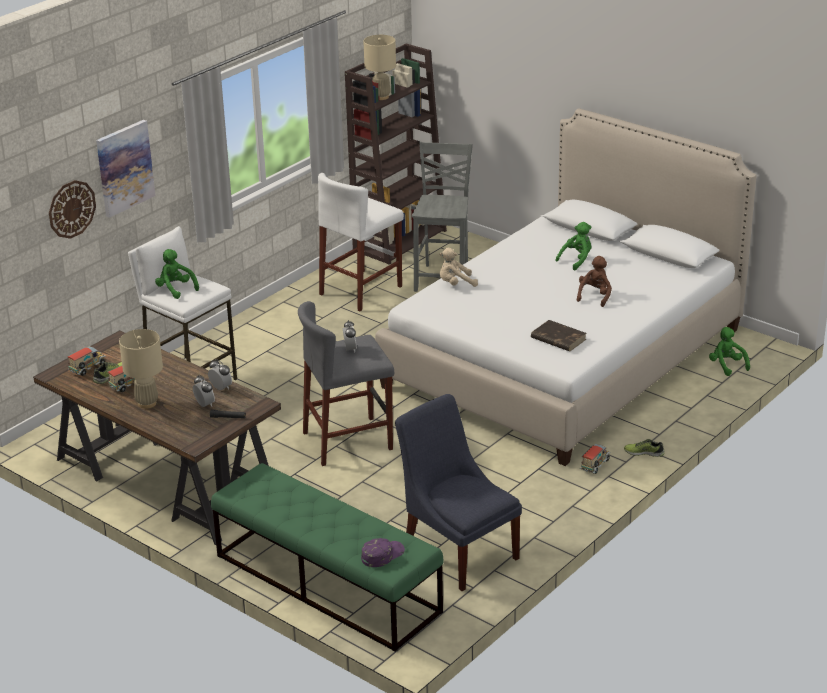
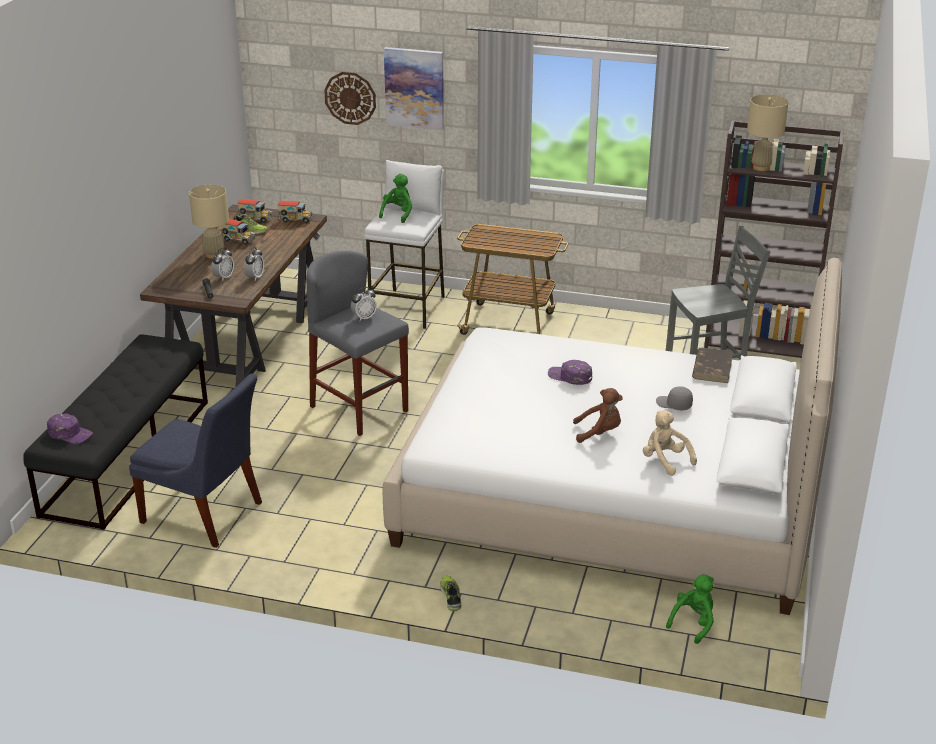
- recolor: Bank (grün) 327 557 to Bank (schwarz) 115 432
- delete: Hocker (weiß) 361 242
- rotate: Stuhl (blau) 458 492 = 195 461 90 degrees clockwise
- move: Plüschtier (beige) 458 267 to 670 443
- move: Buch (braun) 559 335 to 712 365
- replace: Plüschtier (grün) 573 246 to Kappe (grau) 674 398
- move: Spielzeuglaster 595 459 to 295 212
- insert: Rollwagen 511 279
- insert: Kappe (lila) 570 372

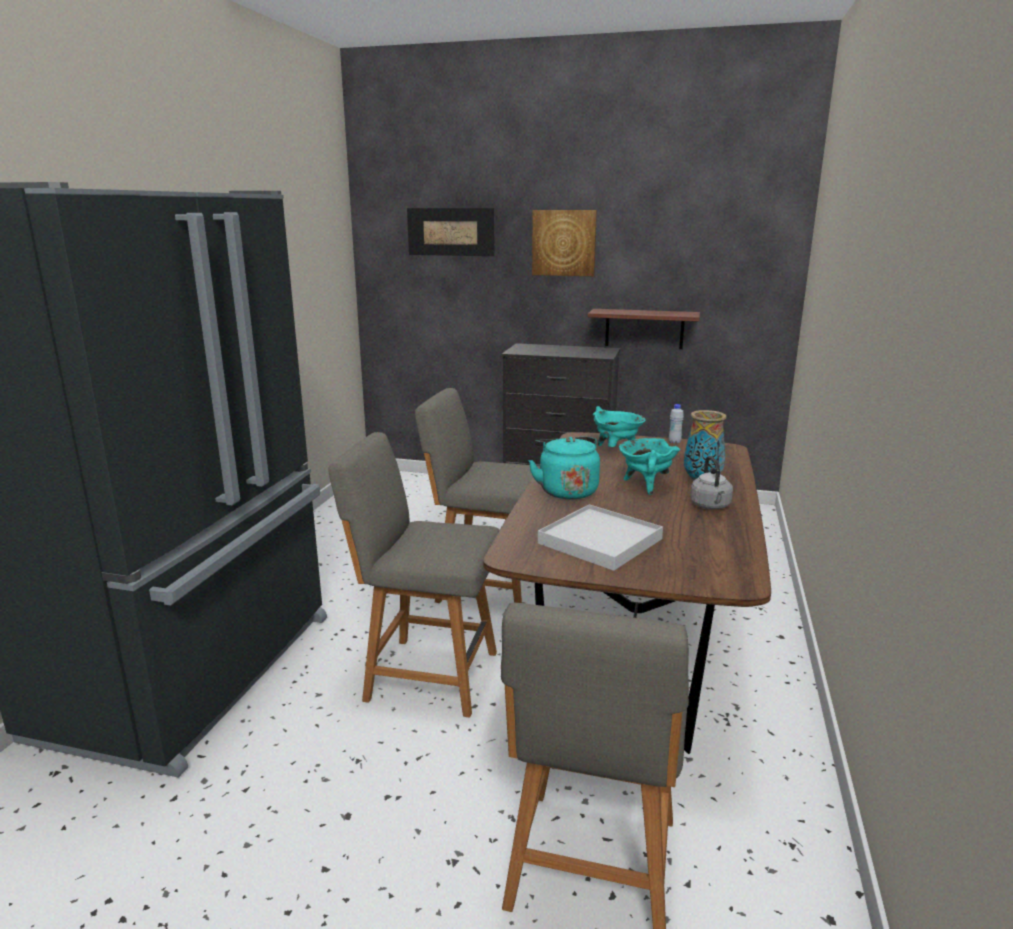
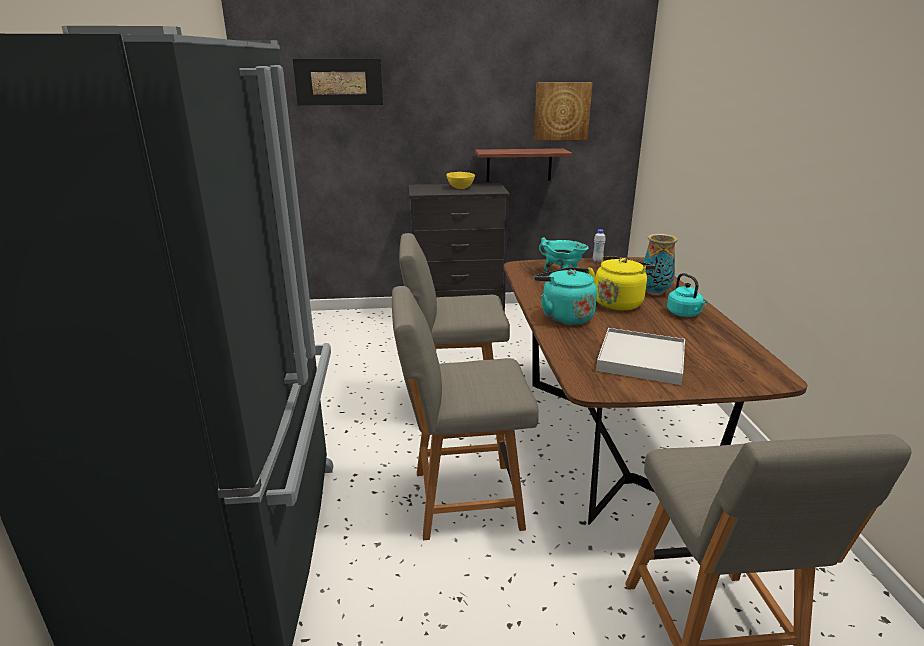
- move: Bild 564 243 to 563 111
- replace: Kochtopf (türkis) 649 466 to Wasserkessel (gelb) 621 283
- recolor: Wasserkessel (grau) 711 482 to Wasserkessel (türkis) 687 295
- insert: Schüssel (gelb) 460 180

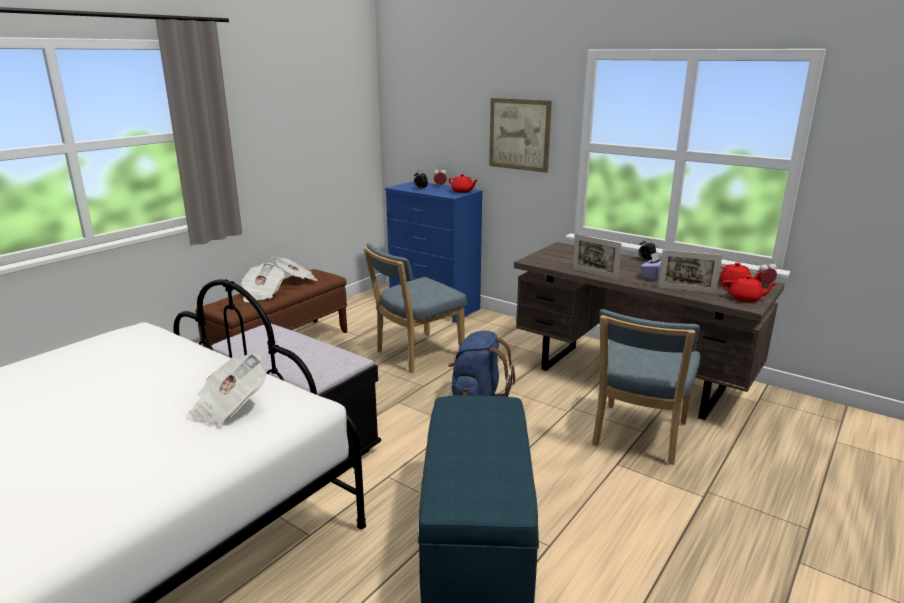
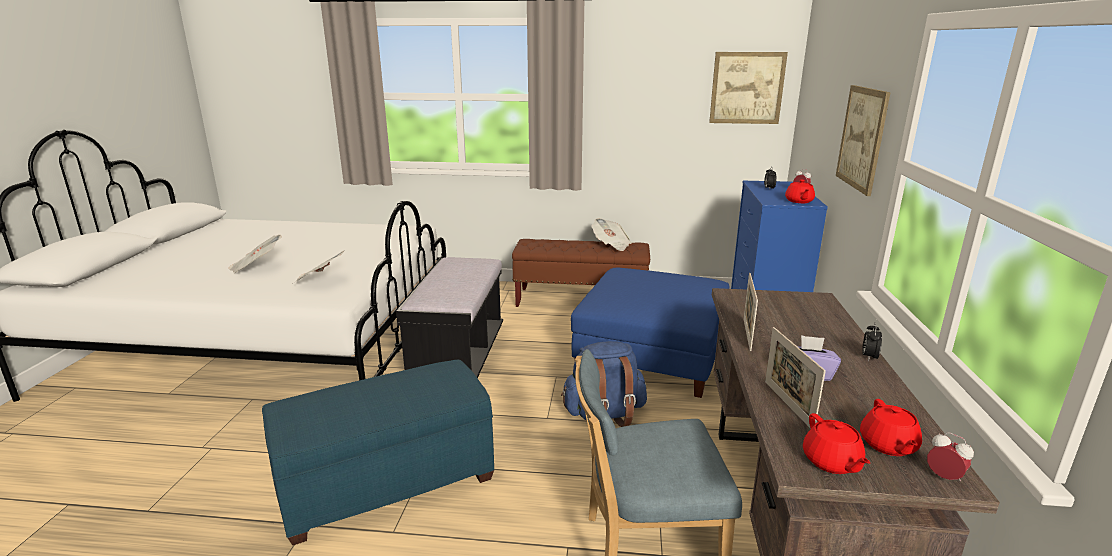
- move: Zeitung 263 282 to 255 254
- replace: Stuhl (blau) 415 307 to Polsterhocker (blau) 650 333
- insert: Bild 748 88

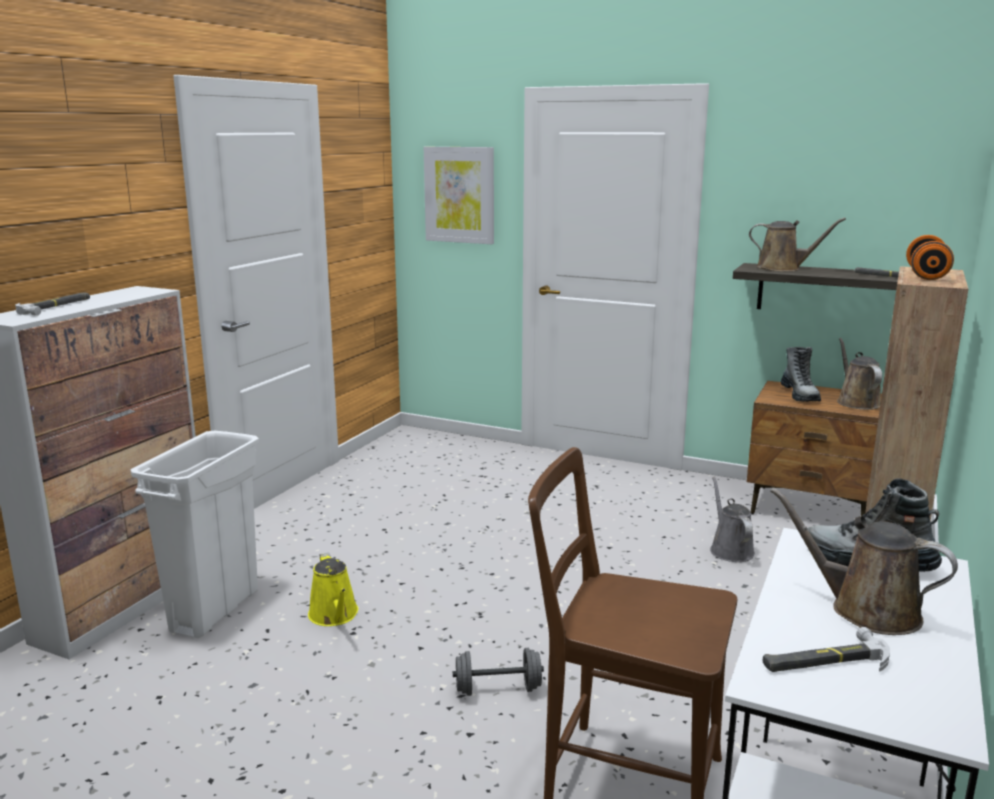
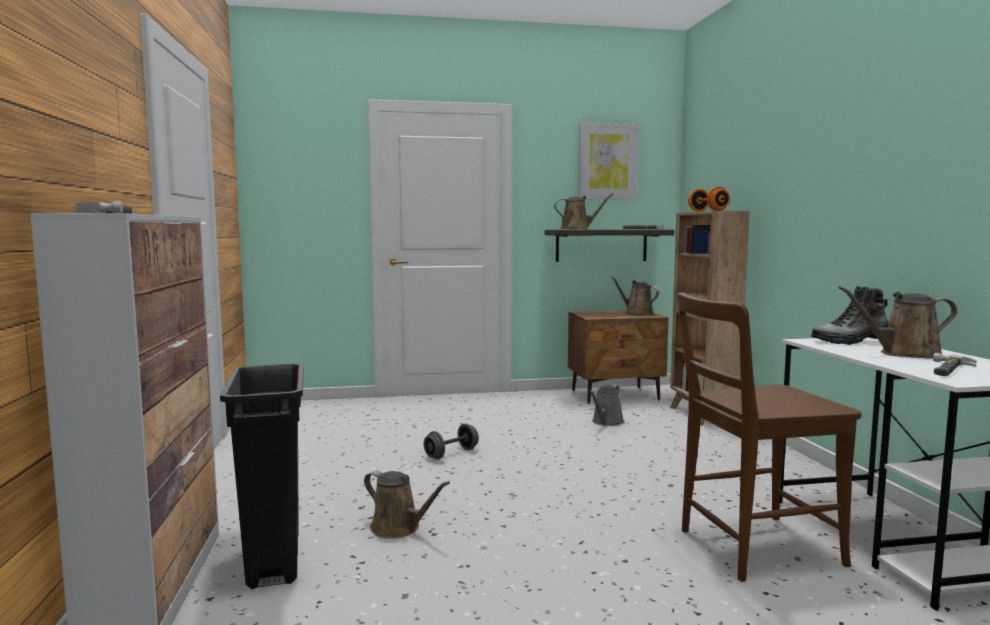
- recolor: Mülleimer (weiß) 194 534 to Mülleimer (schwarz) 262 476
- recolor: Gießkanne (gelb) 333 589 to Gießkanne (braun) 407 504
- move: Bild 459 195 to 608 161
- move: Hantel (grau) 498 672 to 451 441
- rotate: Gießkanne (grau) 732 519 = 606 405 105 degrees counterclockwise
- delete: Stiefel 801 374

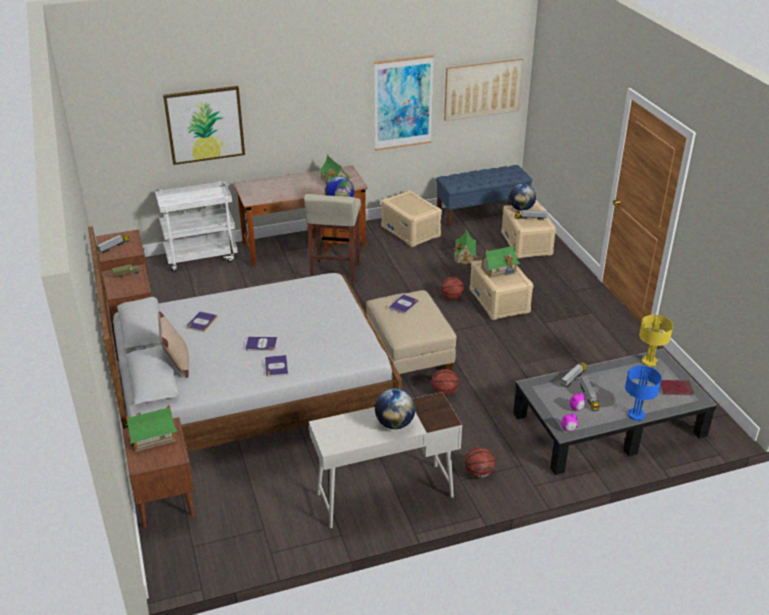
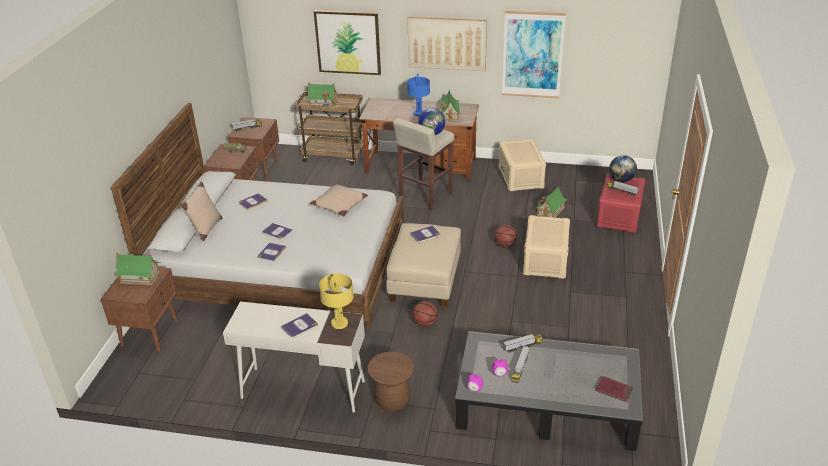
- recolor: Rollwagen (weiß) 196 226 to Rollwagen (braun) 329 128
- replace: Globus 395 408 to Buch 299 325
- delete: Bank (blau) 484 196
- move: Bild 483 90 to 447 44
- replace: Basketball 480 463 to Hocker (braun) 391 382
- move: Spielzeughaus 499 261 to 322 94
- recolor: Aufbewahrungsbox (beige) 528 231 to Aufbewahrungsbox (rot) 620 203
- move: Tischlampe (blau) 643 393 to 418 94
- move: Tischlampe (gelb) 656 340 to 336 301
- insert: Kissen (beige) 339 200

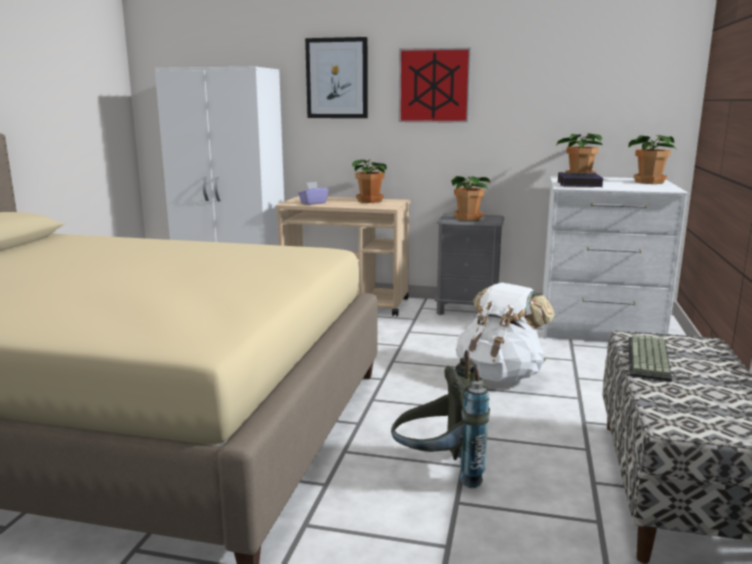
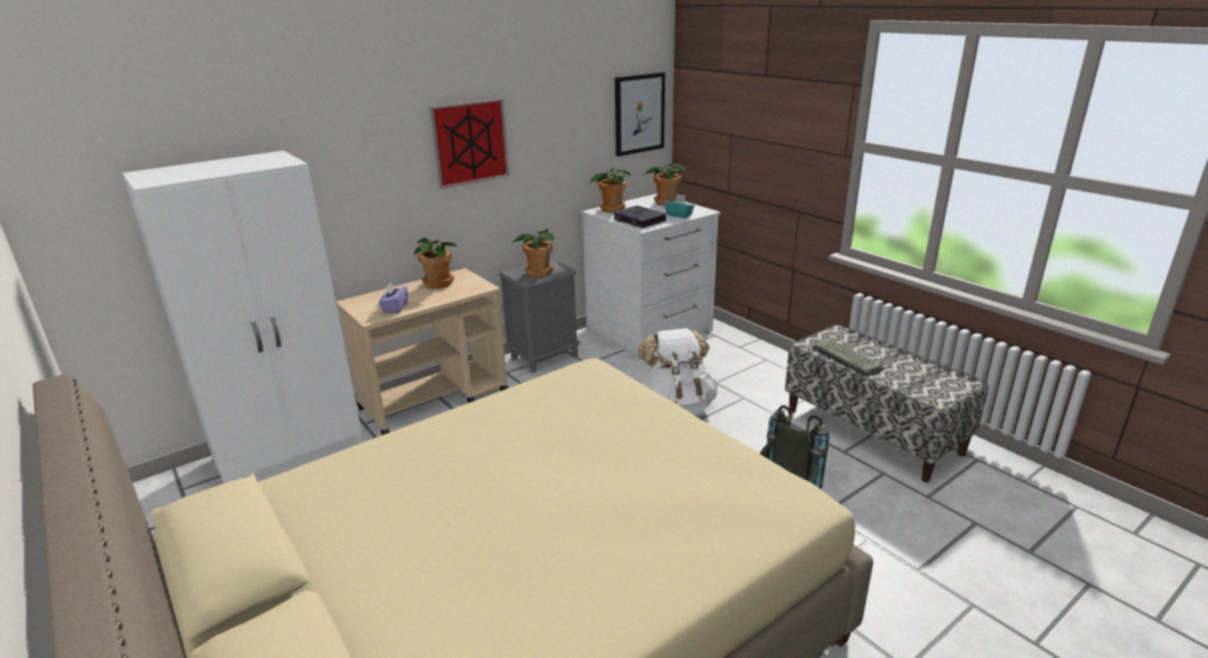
- move: Bild 336 77 to 640 114
- insert: Taschentuchbox (türkis) 679 206

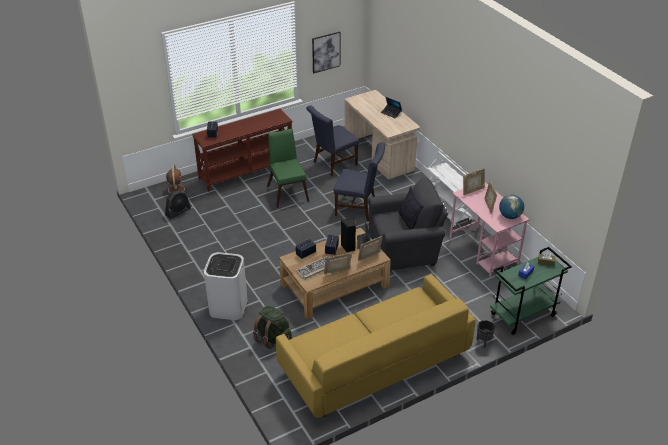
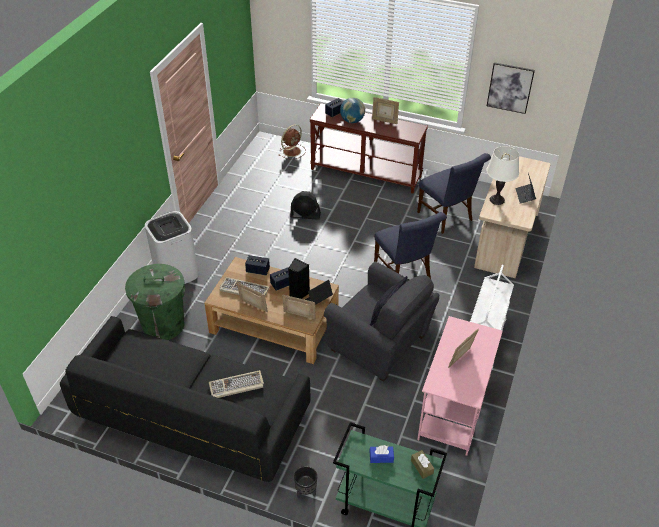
- move: Ventilator (schwarz) 178 204 to 305 205
- replace: Rucksack (grün) 272 327 to Mülleimer (grün) 155 302
- delete: Stuhl (grün) 288 168
- recolor: Sofa (gelb) 375 346 to Sofa (schwarz) 185 399
- rotate: Stuhl (blau) 332 141 = 454 193 135 degrees counterclockwise
- move: Bilderrahmen 474 181 to 385 110
- move: Globus 511 206 to 352 110
- insert: Tastatur 236 384
- insert: Tischlampe (weiß) 502 175

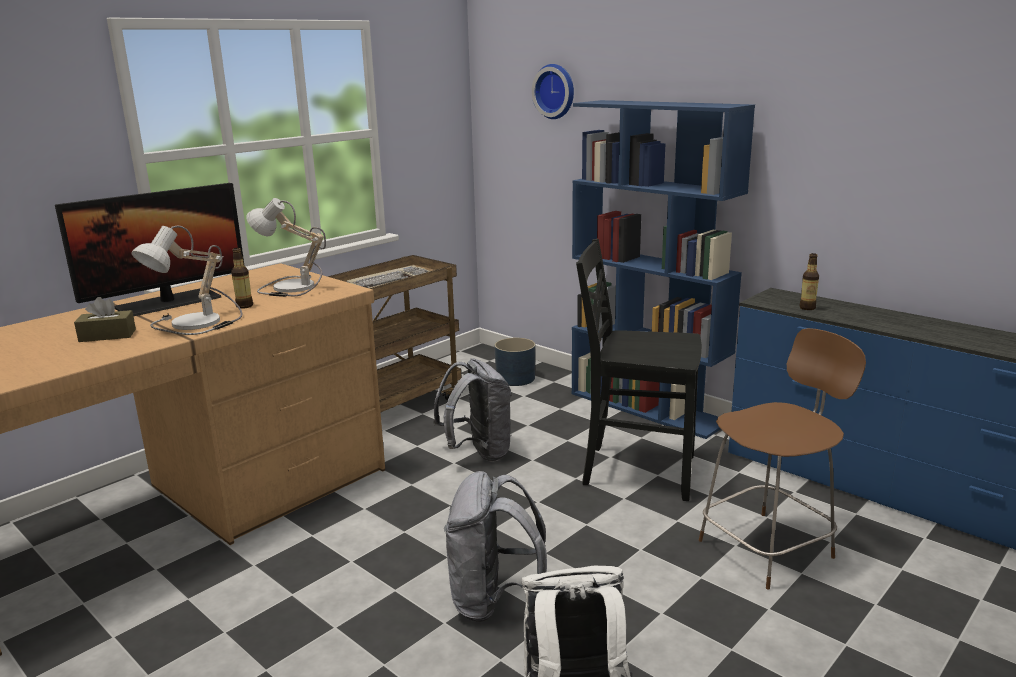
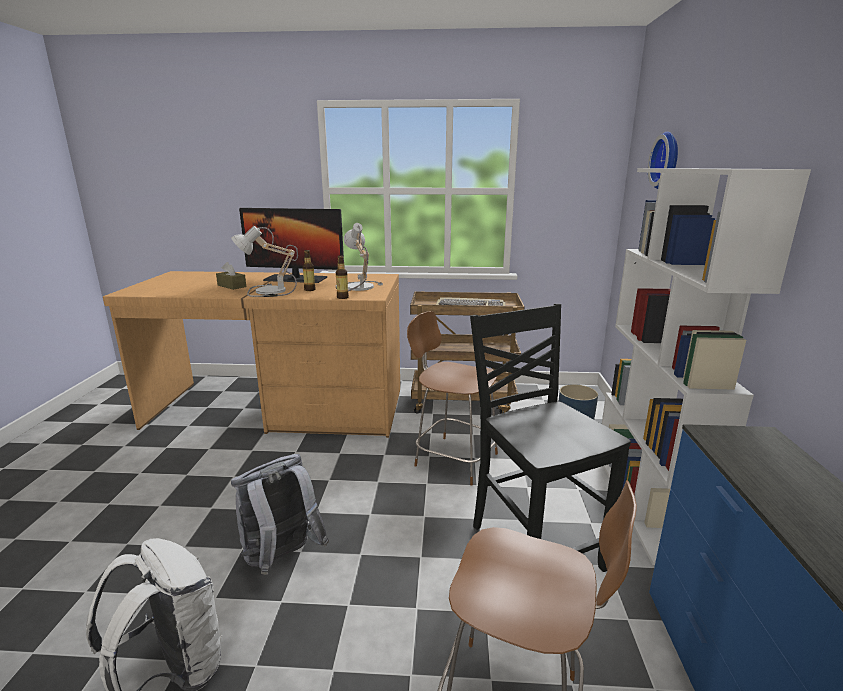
- replace: Rucksack (grau) 472 410 to Stuhl (braun) 452 398
- recolor: Bücherregal (blau) 663 269 to Bücherregal (weiß) 706 366
- move: Flasche 809 281 to 342 277

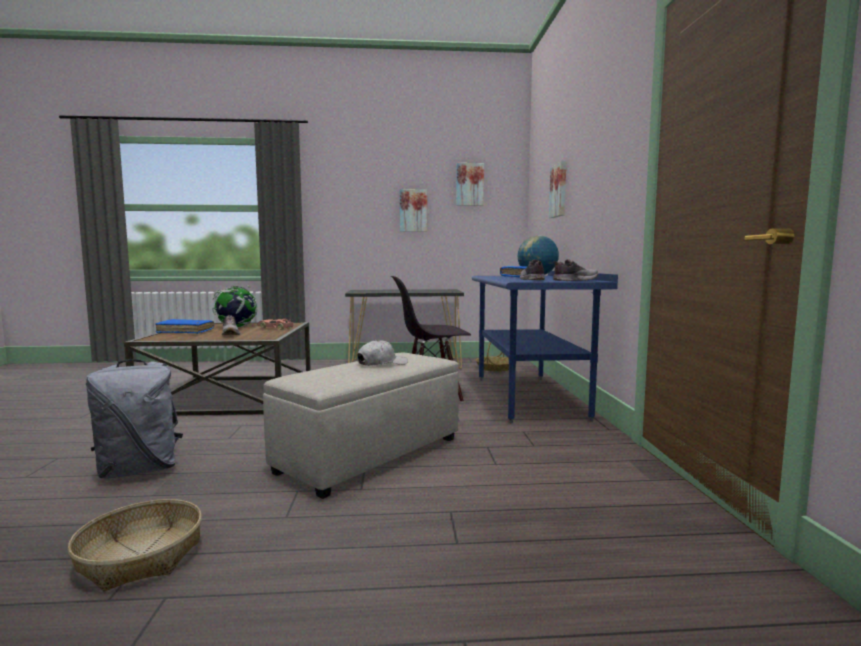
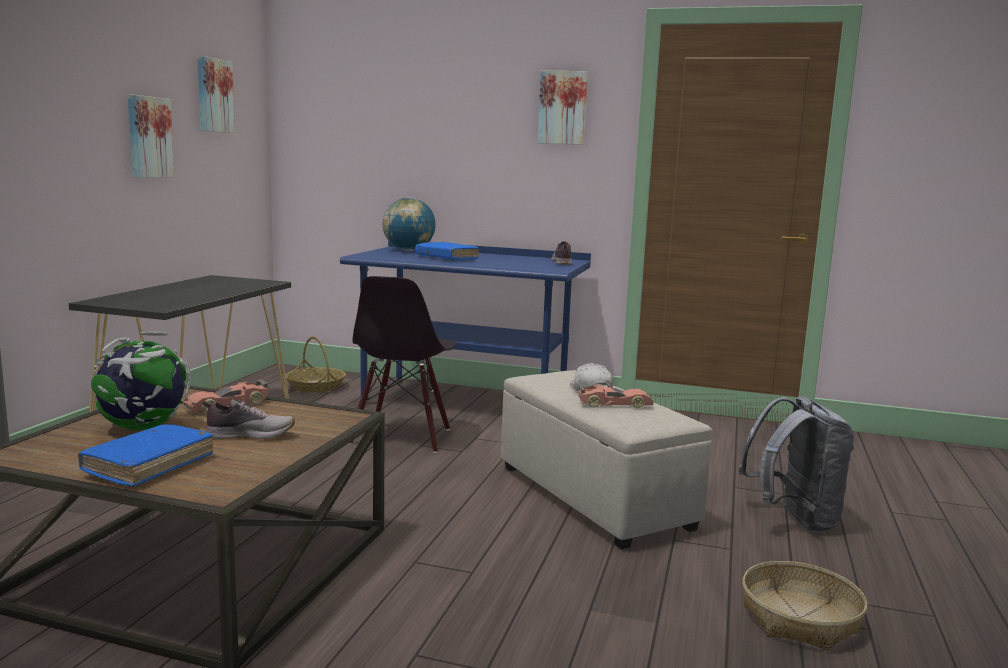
- move: Rucksack (grau) 134 418 to 796 464
- delete: Schuh 532 269
- move: Bild 557 189 to 563 108
- insert: Spielzeugauto 615 396

